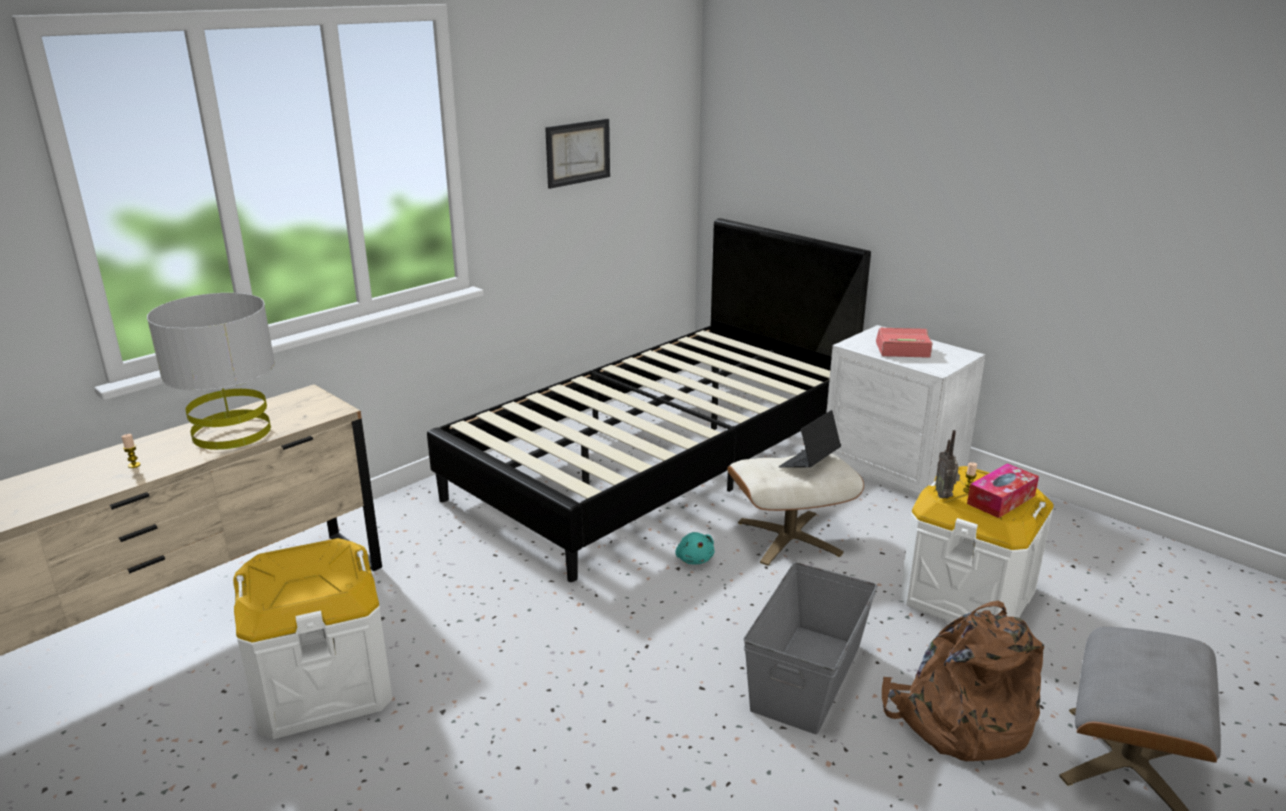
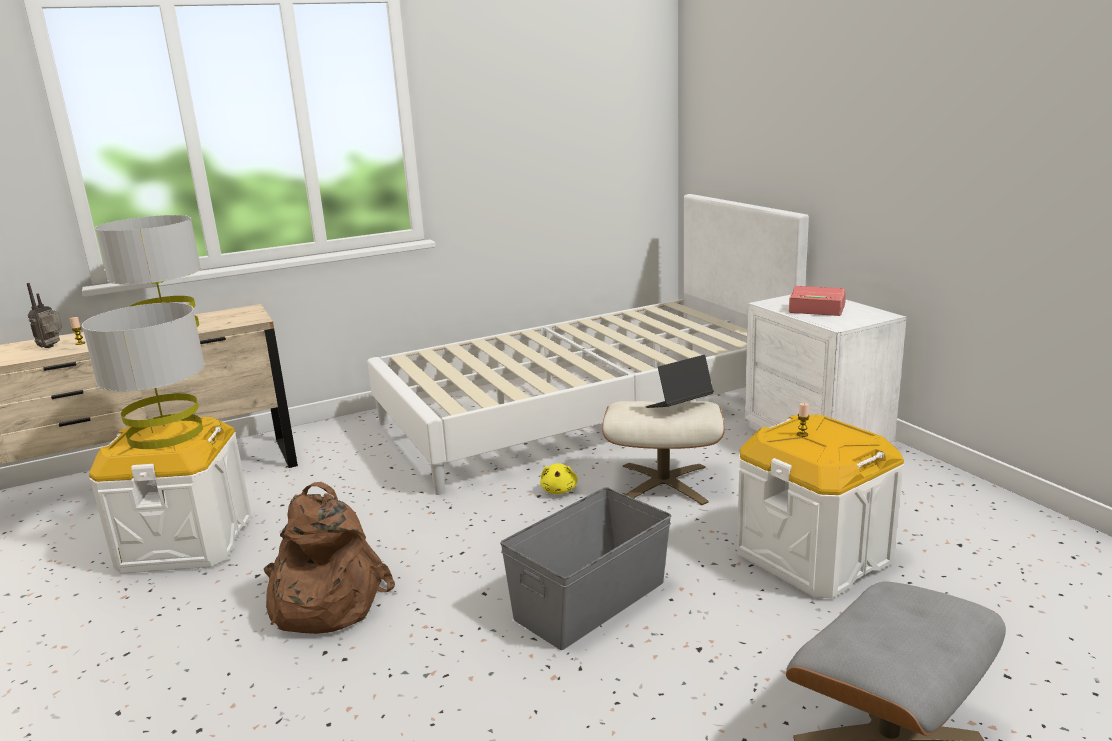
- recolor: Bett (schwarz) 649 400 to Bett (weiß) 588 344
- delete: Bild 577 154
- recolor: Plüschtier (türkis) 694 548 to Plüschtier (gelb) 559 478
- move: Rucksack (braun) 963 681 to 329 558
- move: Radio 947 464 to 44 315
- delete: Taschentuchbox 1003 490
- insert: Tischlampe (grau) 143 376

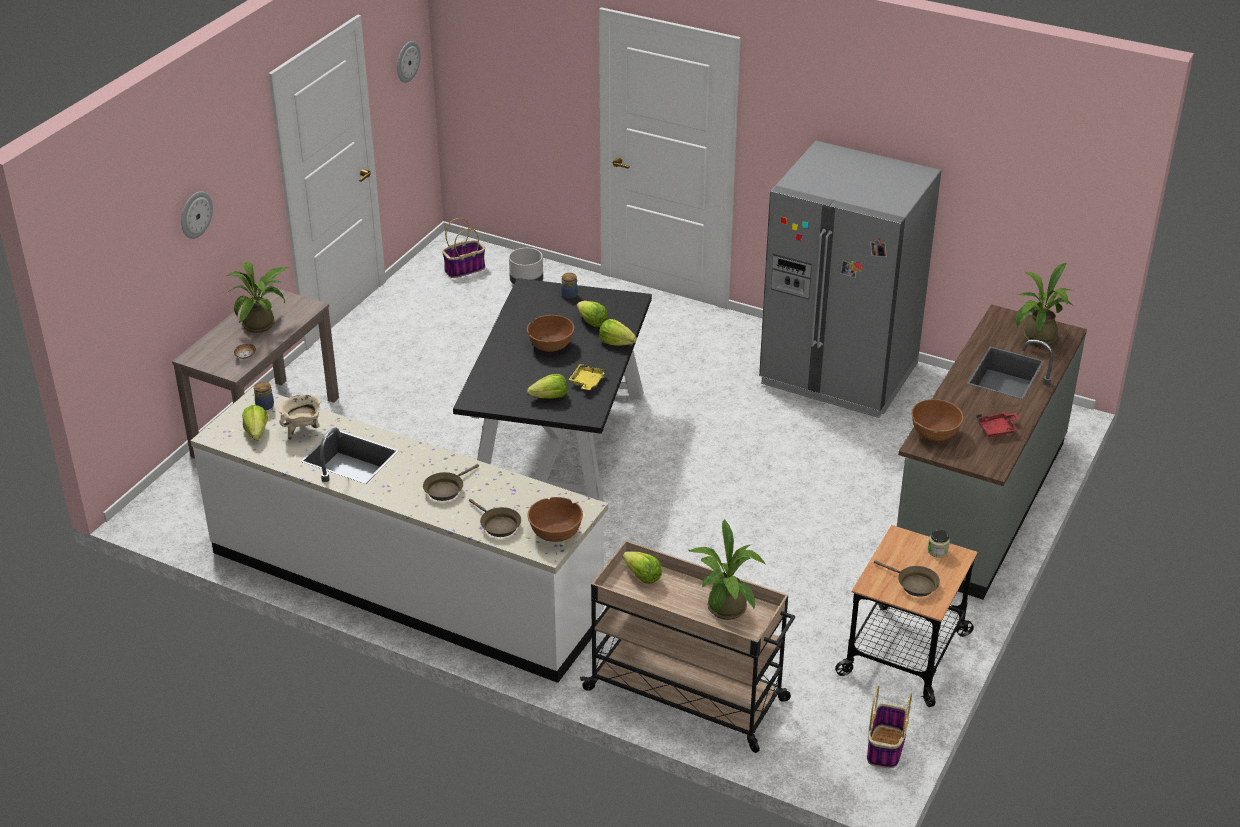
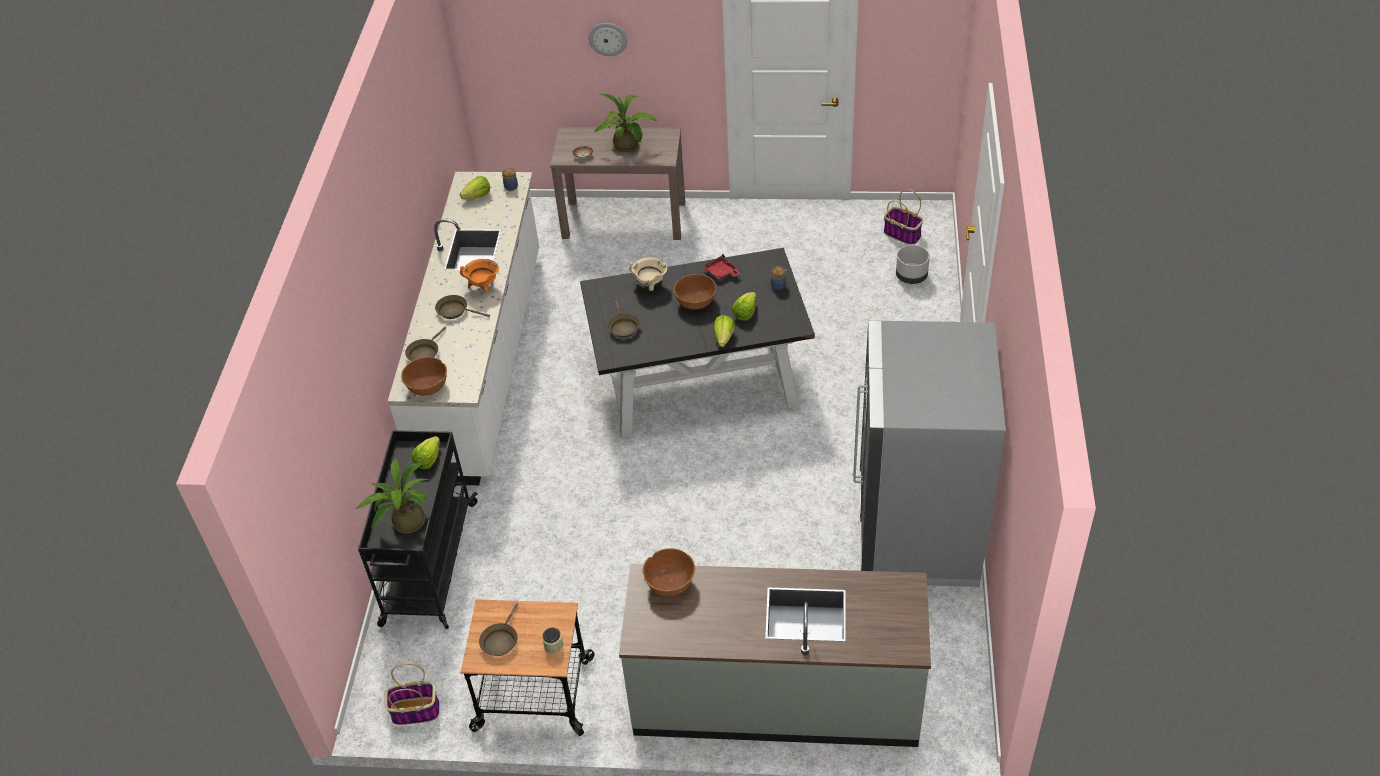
- move: Kochtopf (beige) 299 417 to 648 274
- delete: Wanduhr 409 62
- replace: Salatkopf 547 386 to Pfanne (braun) 624 319
- delete: Tablett (gelb) 587 377
- recolor: Rollwagen (beige) 687 646 to Rollwagen (schwarz) 418 529
- move: Tablett (rot) 997 424 to 721 267
- delete: Topfpflanze 1044 304
- insert: Kochtopf (orange) 479 275

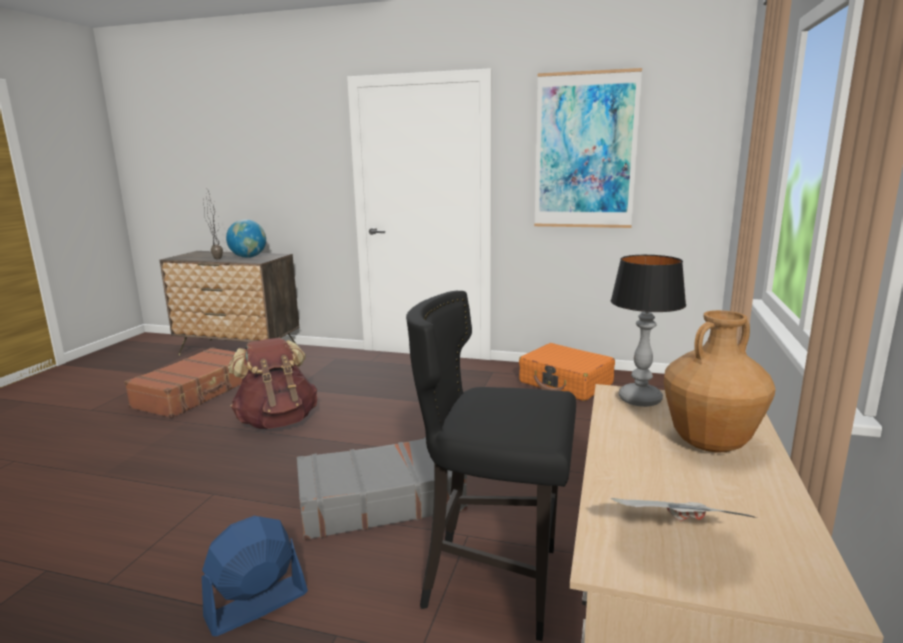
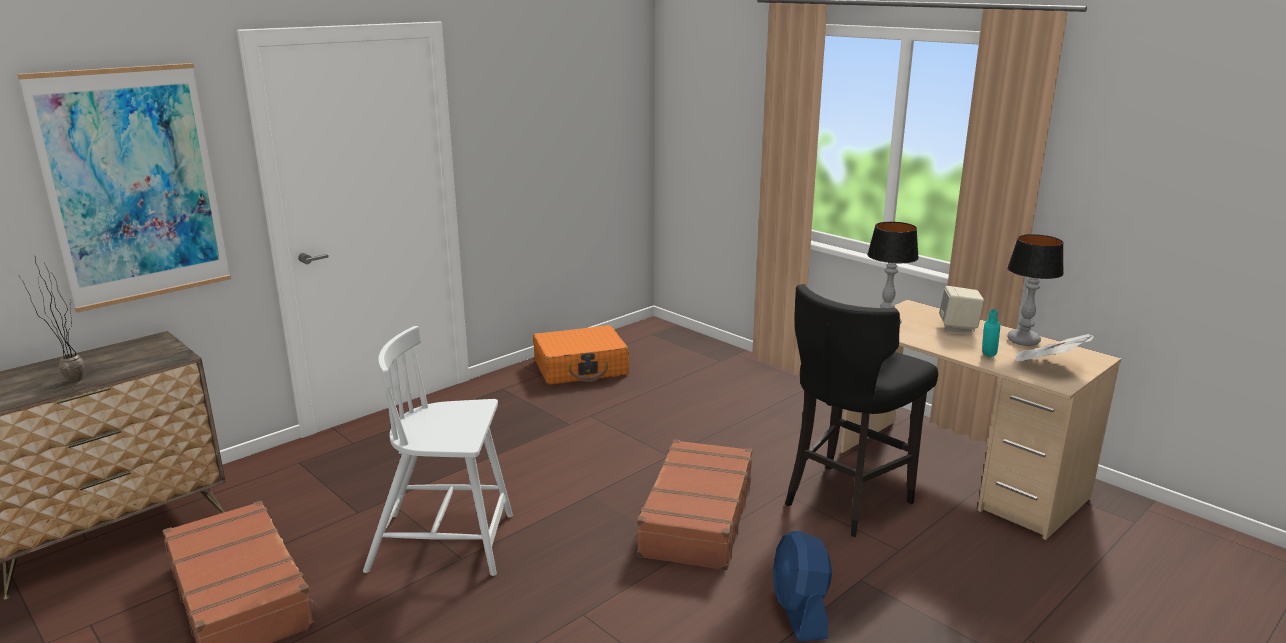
- delete: Globus 246 238
- replace: Rucksack (braun) 272 383 to Stuhl (weiß) 438 451
- recolor: Koffer (grau) 382 488 to Koffer (braun) 692 504
- move: Bild 588 148 to 124 188
- replace: Vase (braun) 720 381 to Lautsprecher (beige) 962 310
- insert: Flasche (türkis) 991 333
- insert: Tischlampe 1035 290

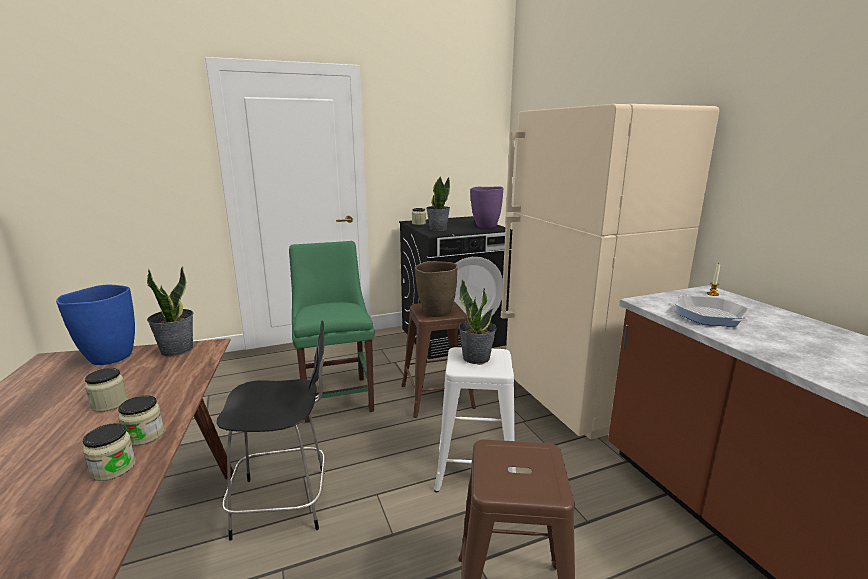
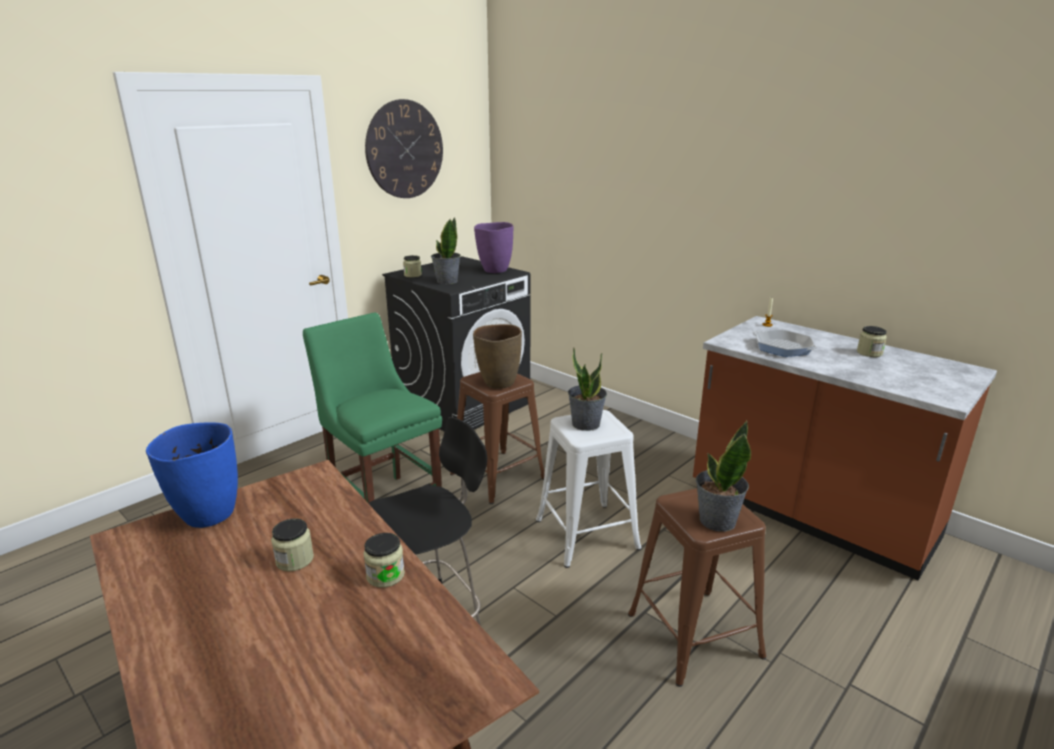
- move: Vorratsglas 109 452 to 872 341
- move: Topfpflanze 170 311 to 723 476
- delete: Kühlschrank (beige) 610 272
- insert: Wanduhr 404 148

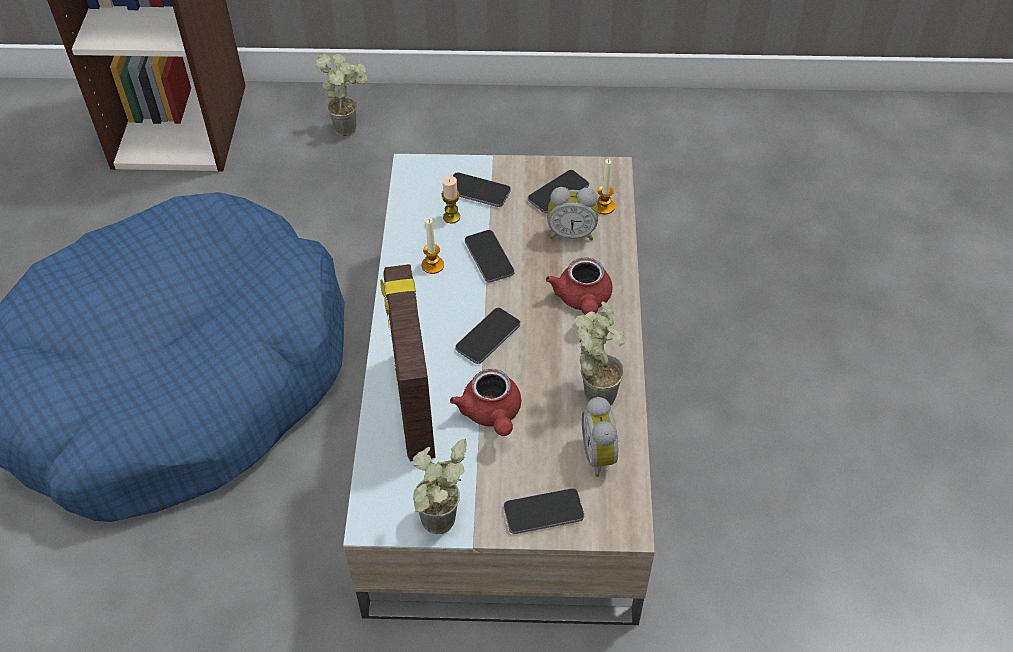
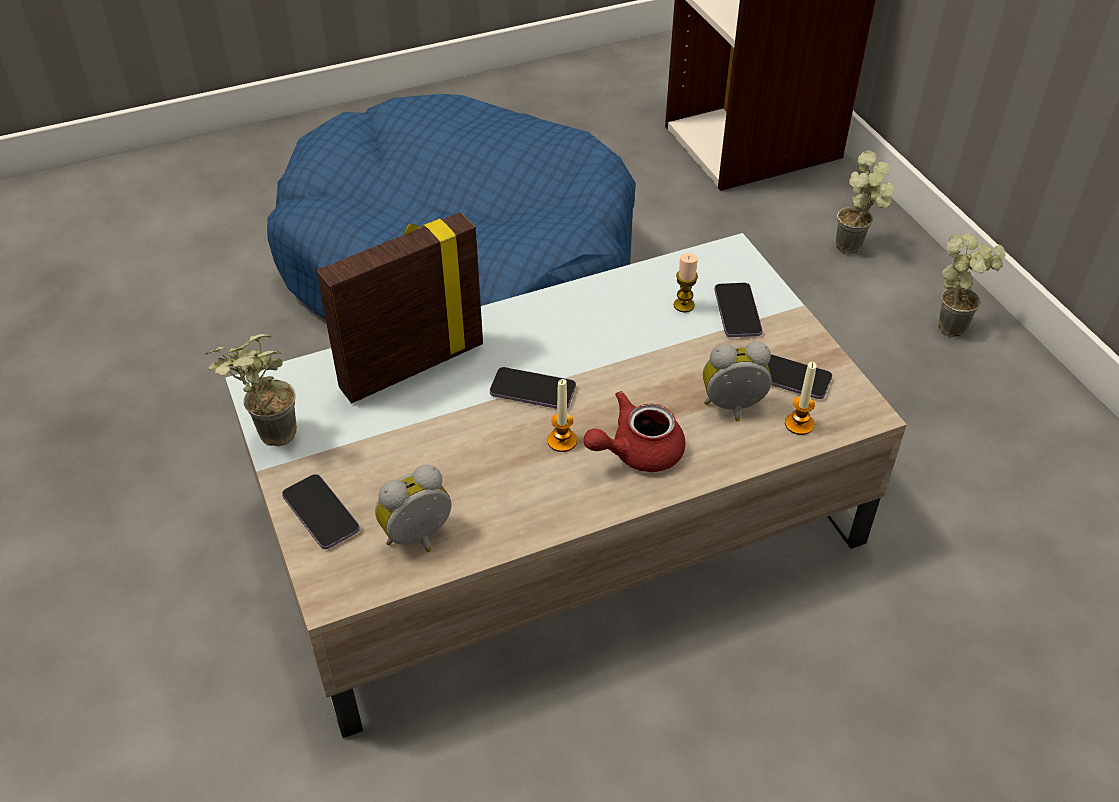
- move: Kerze 433 246 to 562 415
- delete: Teekanne (rot) 485 402
- delete: Handy 489 256
- rotate: Wecker 572 214 = 737 382 105 degrees clockwise
- move: Topfpflanze 600 353 to 972 285

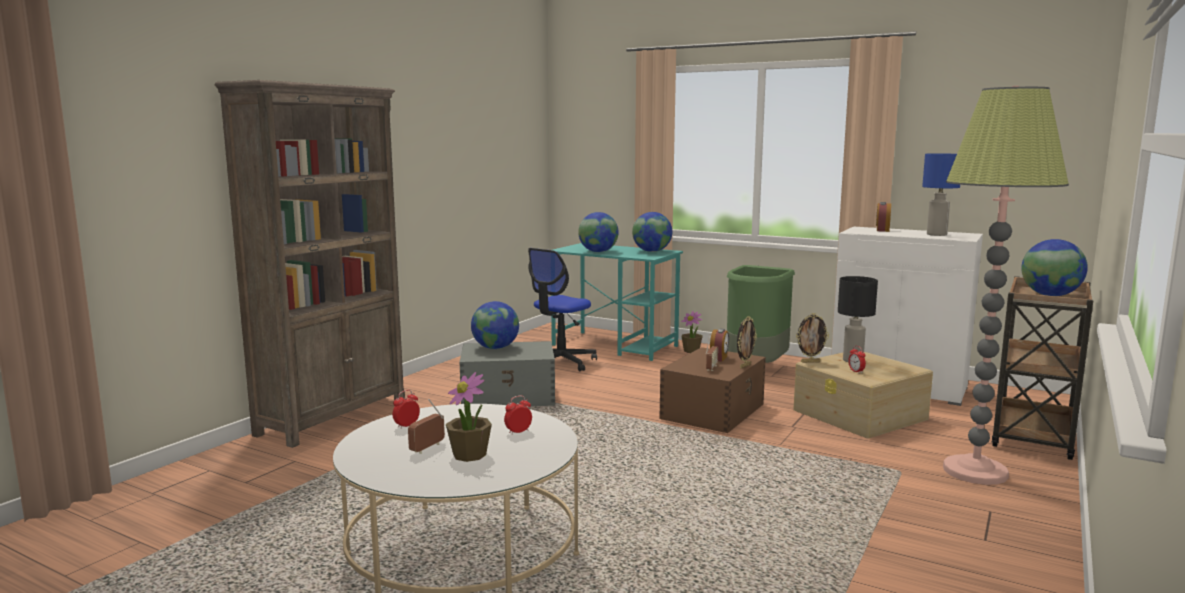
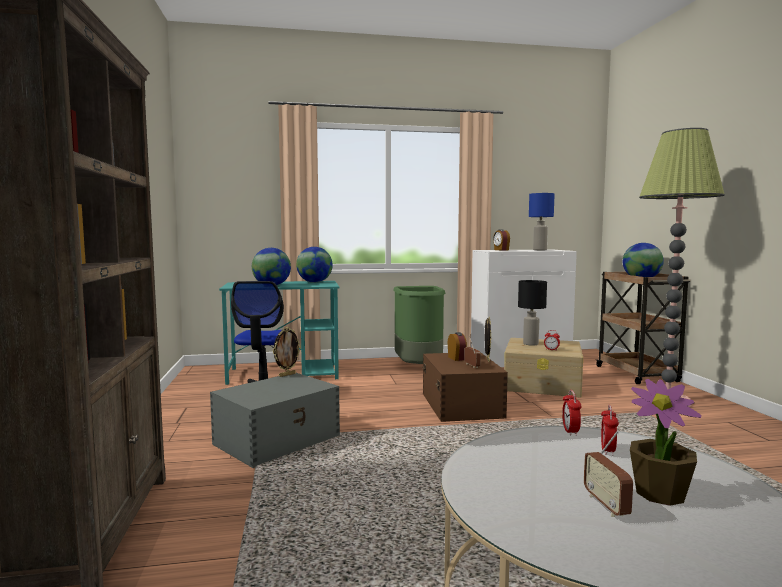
- move: Wecker 406 409 to 571 413
- delete: Globus 495 325
- delete: Topfpflanze 692 332
- move: Bilderrahmen 812 338 to 287 352

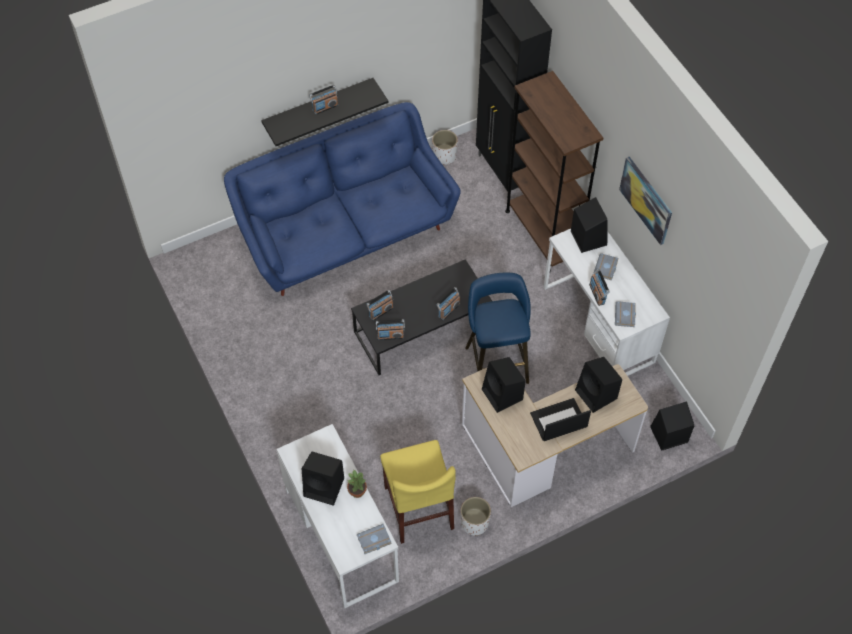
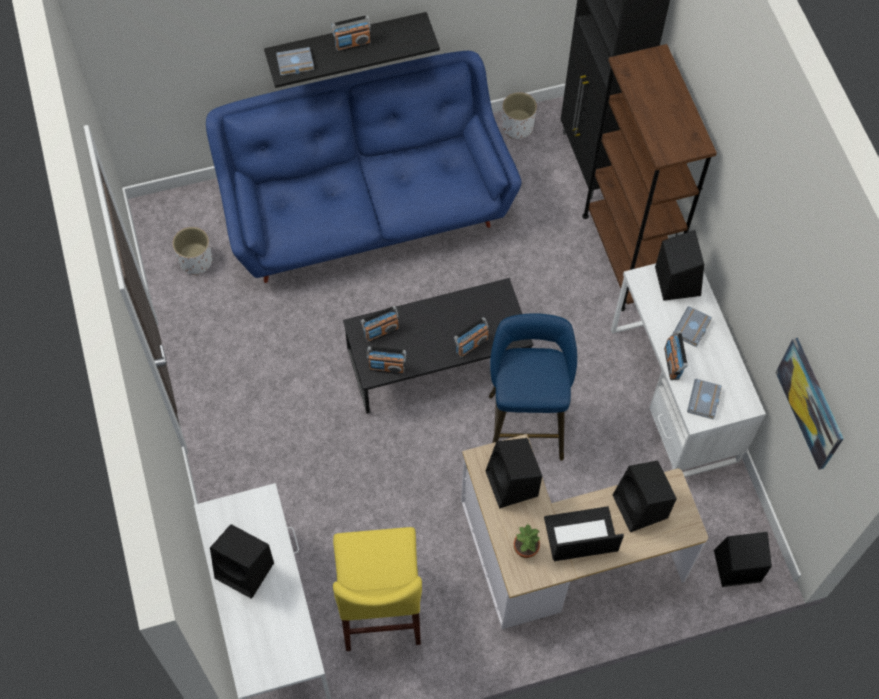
- move: Topfpflanze 357 484 to 527 541
- move: Buch (grau) 374 539 to 295 61
- move: Pflanzkübel (weiß) 476 516 to 192 251
- move: Bild 645 201 to 809 404

